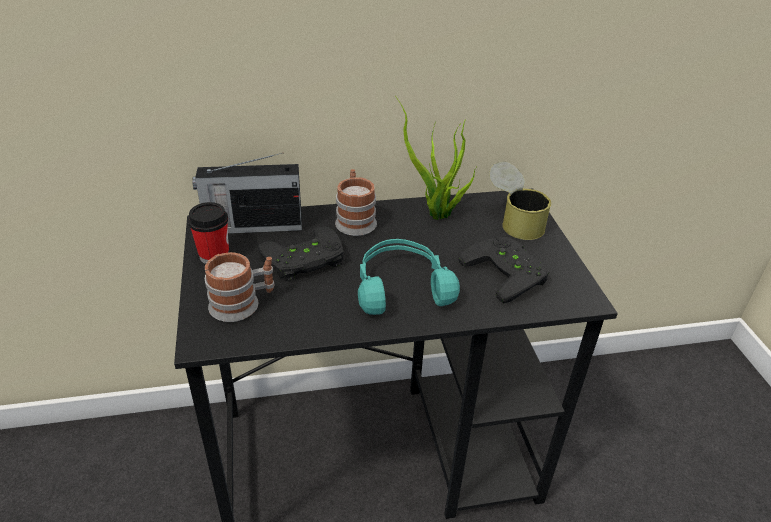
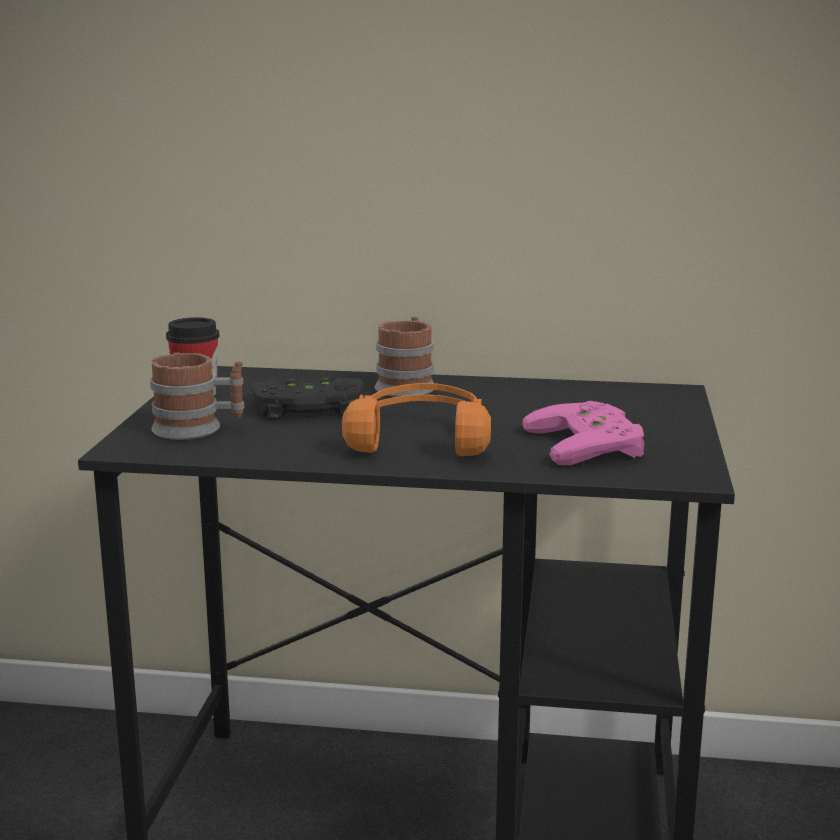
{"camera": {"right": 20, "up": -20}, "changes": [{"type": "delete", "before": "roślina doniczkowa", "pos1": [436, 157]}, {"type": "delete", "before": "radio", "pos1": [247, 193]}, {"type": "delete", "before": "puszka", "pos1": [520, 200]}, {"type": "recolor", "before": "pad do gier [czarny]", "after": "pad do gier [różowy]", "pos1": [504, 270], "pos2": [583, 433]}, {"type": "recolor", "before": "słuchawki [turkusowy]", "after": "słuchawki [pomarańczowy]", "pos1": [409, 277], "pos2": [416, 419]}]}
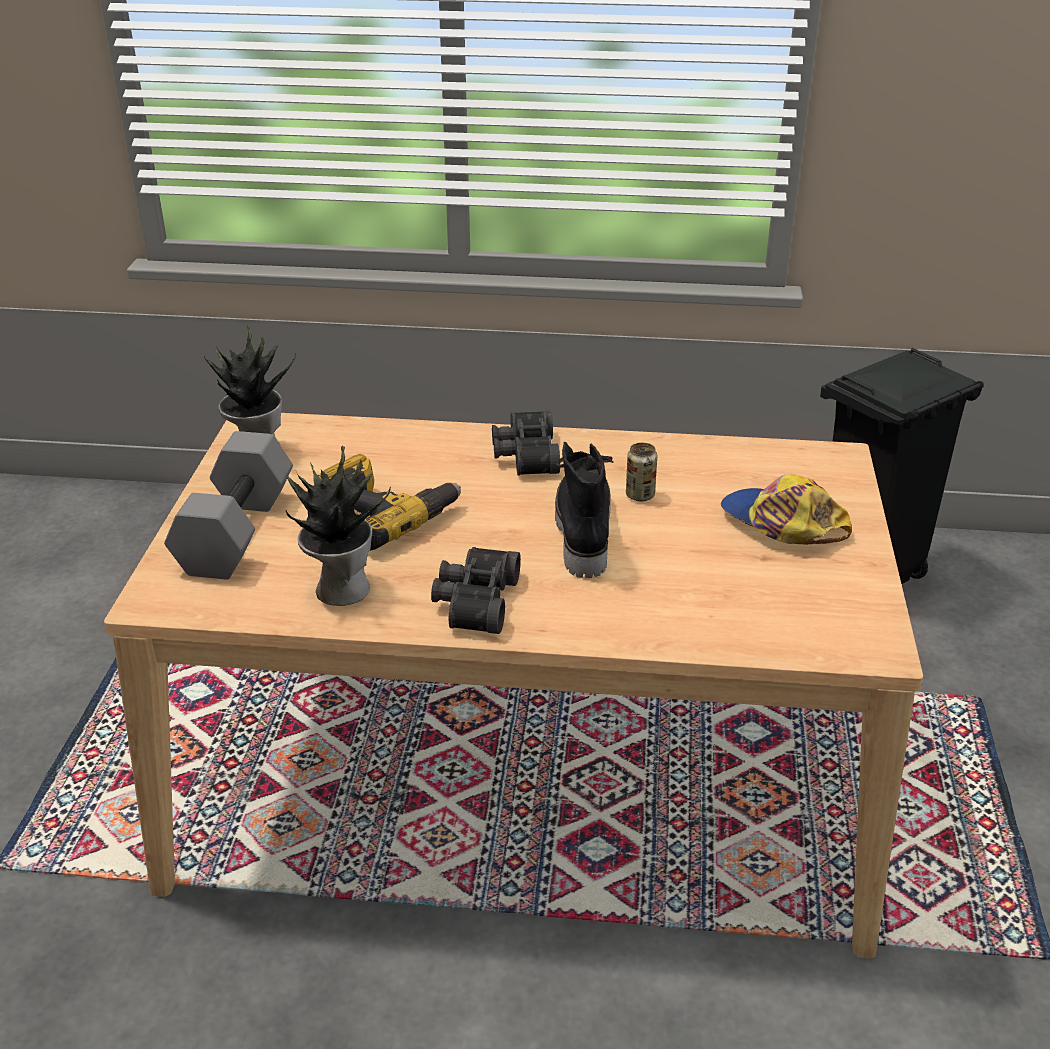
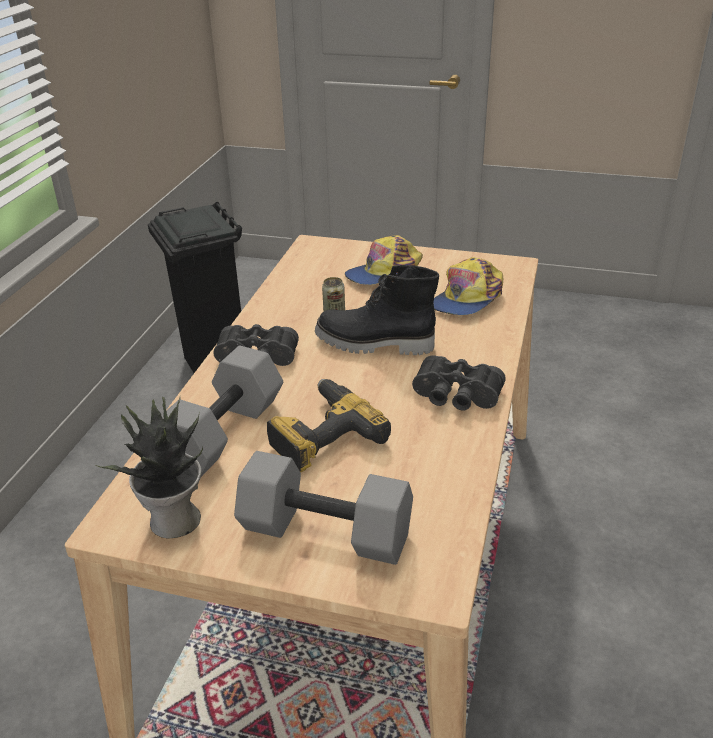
{"camera": {"right": -80, "up": 0}, "changes": [{"type": "delete", "before": "roślina doniczkowa", "pos1": [338, 526]}, {"type": "insert", "after": "czapka z daszkiem", "pos2": [468, 286]}, {"type": "insert", "after": "hantel [szary]", "pos2": [222, 411]}]}
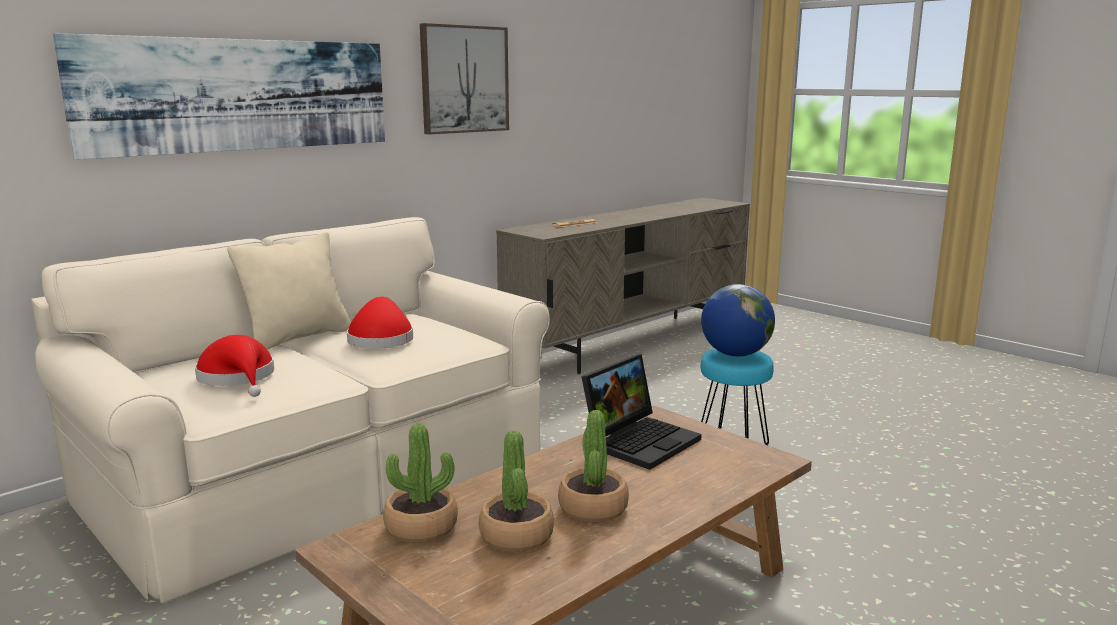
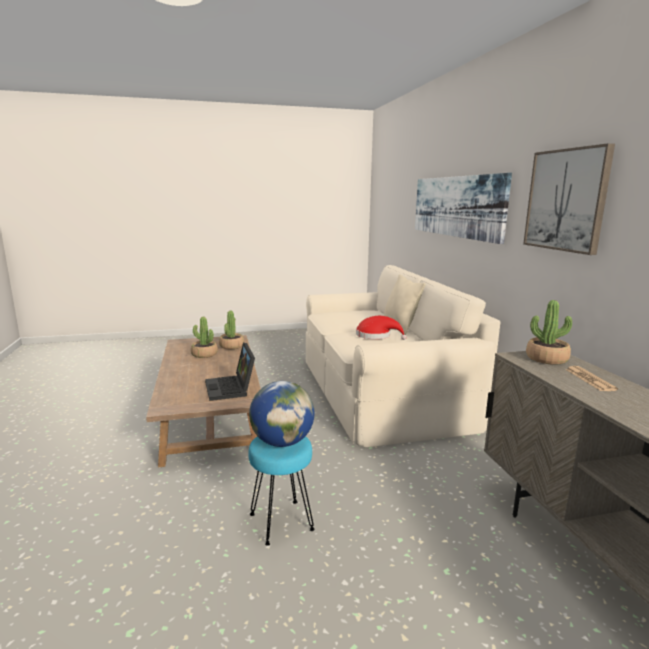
{"camera": {"right": 120, "up": 0}, "changes": [{"type": "delete", "before": "kapelusz [czerwony]", "pos1": [234, 366]}, {"type": "move", "before": "roślina doniczkowa", "pos1": [593, 466], "pos2": [549, 332]}]}
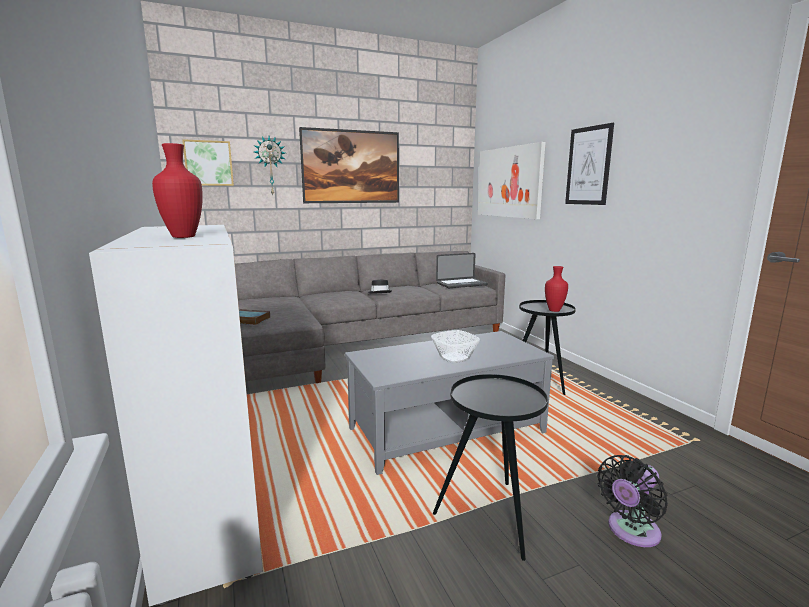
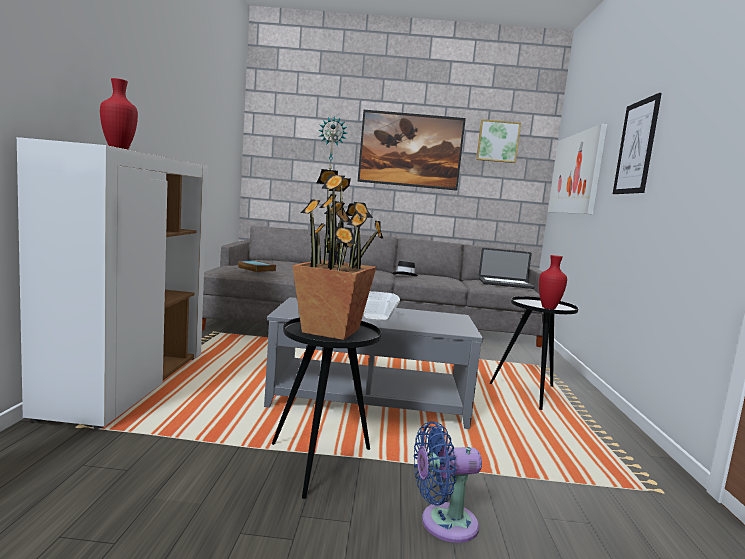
{"camera": {"right": 25, "up": -5}, "changes": [{"type": "move", "before": "obraz", "pos1": [208, 162], "pos2": [498, 141]}, {"type": "recolor", "before": "wentylator [czarny]", "after": "wentylator [niebieski]", "pos1": [632, 501], "pos2": [448, 482]}, {"type": "insert", "after": "roślina doniczkowa", "pos2": [337, 254]}]}
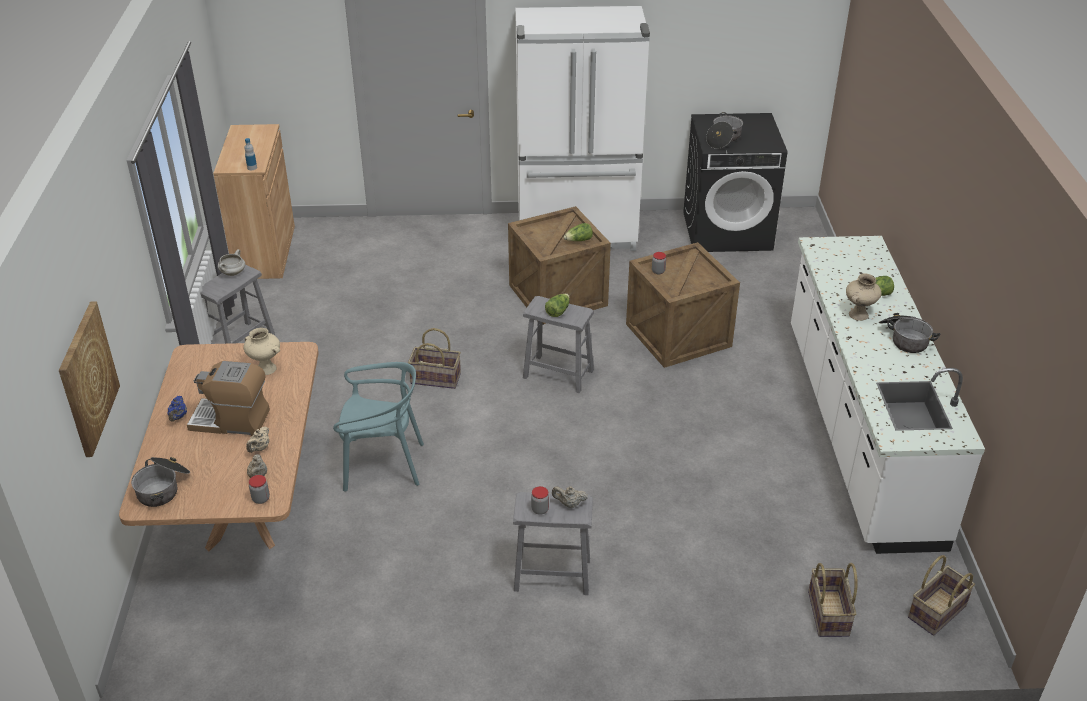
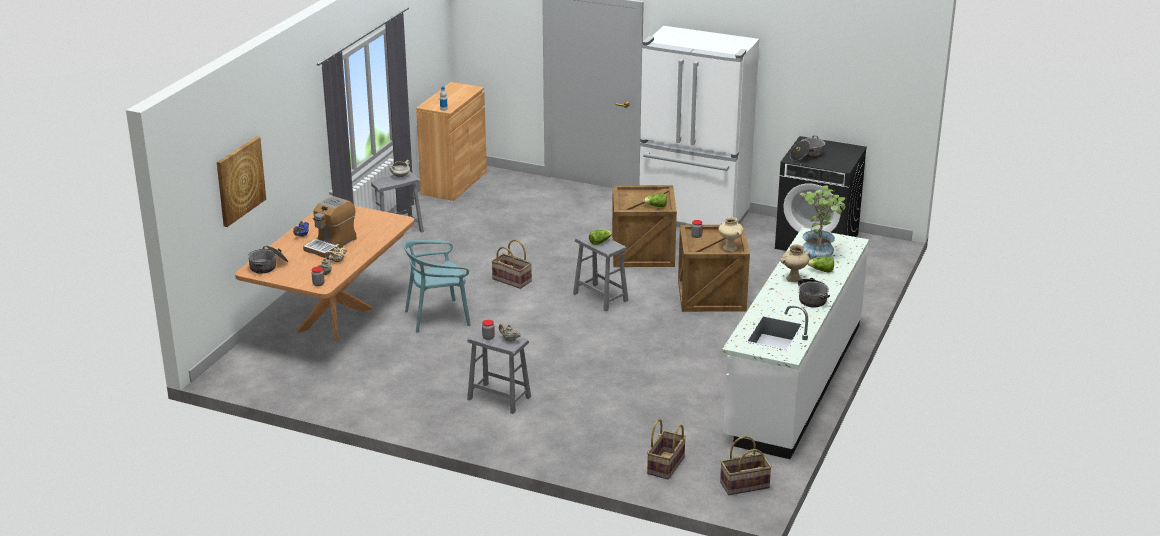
{"camera": {"right": 25, "up": -10}, "changes": [{"type": "move", "before": "wazon [beżowy]", "pos1": [261, 351], "pos2": [730, 234]}, {"type": "rotate", "before": "ekspres do kawy", "pos1": [228, 398], "pos2": [330, 227], "turn": -90}, {"type": "rotate", "before": "krzesło [turkusowy]", "pos1": [378, 426], "pos2": [437, 286], "turn": 135}, {"type": "insert", "after": "roślina doniczkowa", "pos2": [823, 222]}]}
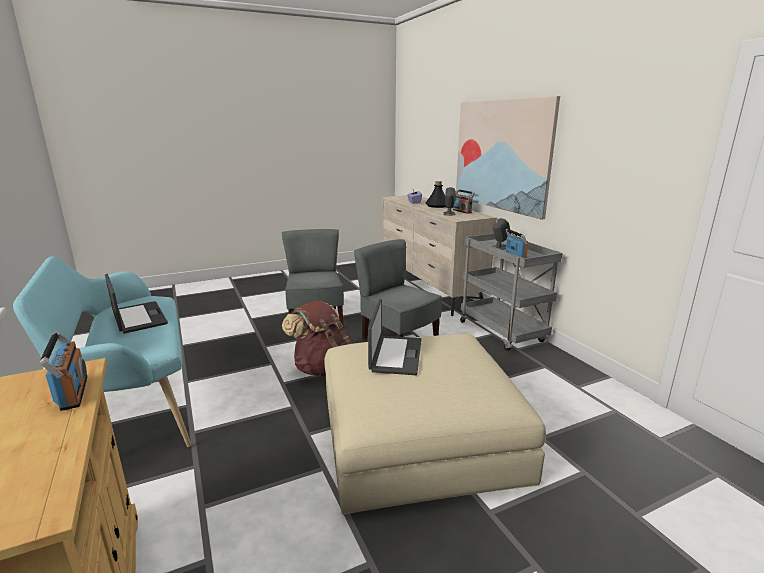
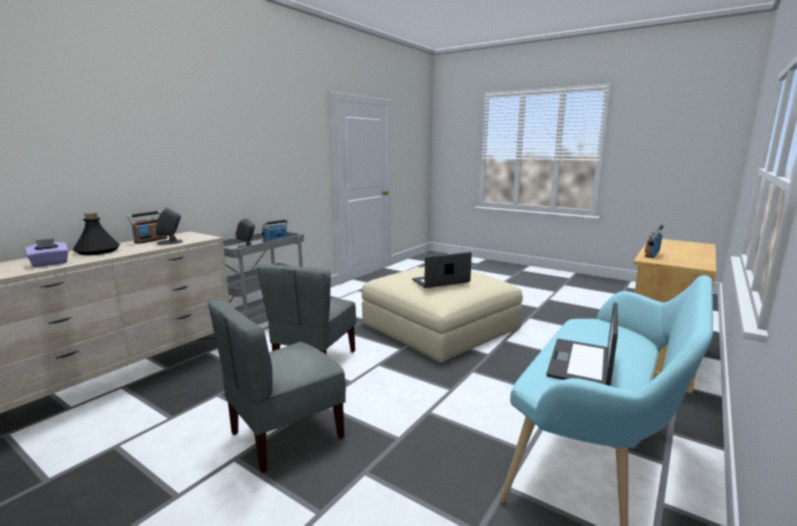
{"camera": {"right": -120, "up": -5}, "changes": [{"type": "delete", "before": "obraz", "pos1": [508, 158]}, {"type": "delete", "before": "plecak [brązowy]", "pos1": [317, 338]}]}
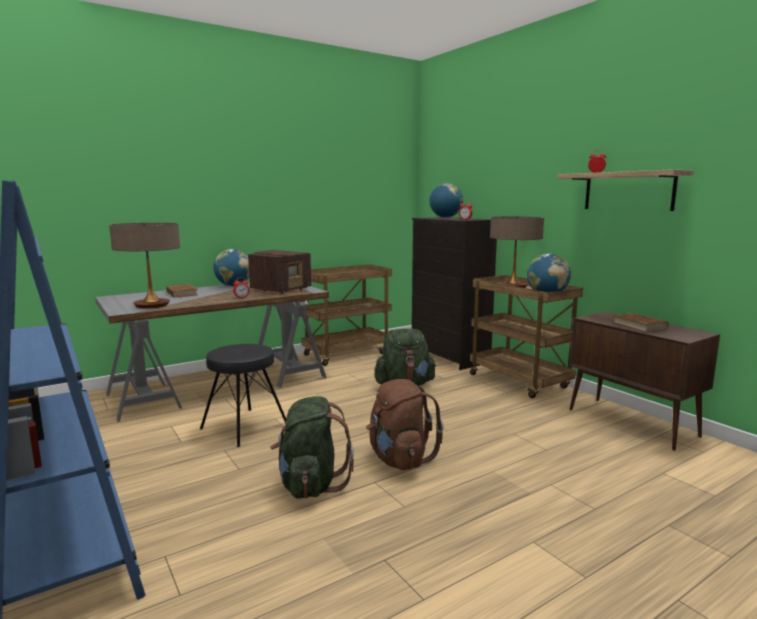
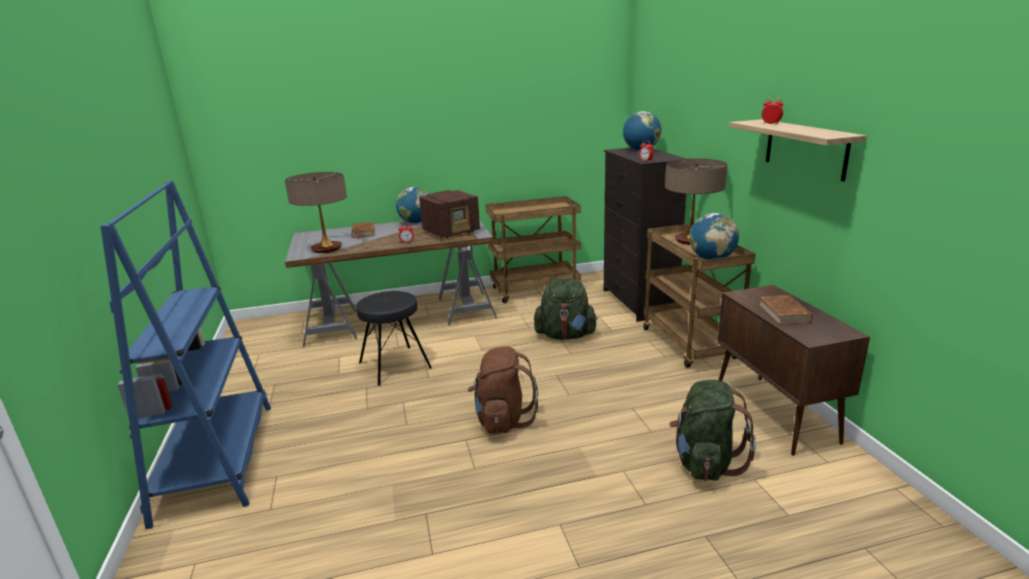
{"camera": {"right": 20, "up": 10}, "changes": [{"type": "move", "before": "plecak [zielony]", "pos1": [312, 447], "pos2": [712, 430]}]}
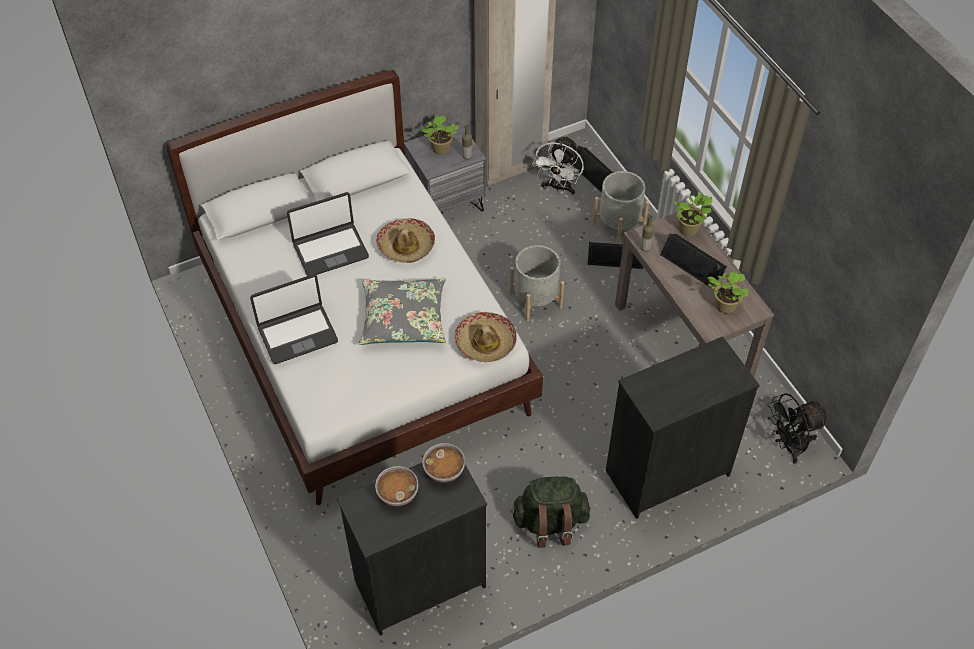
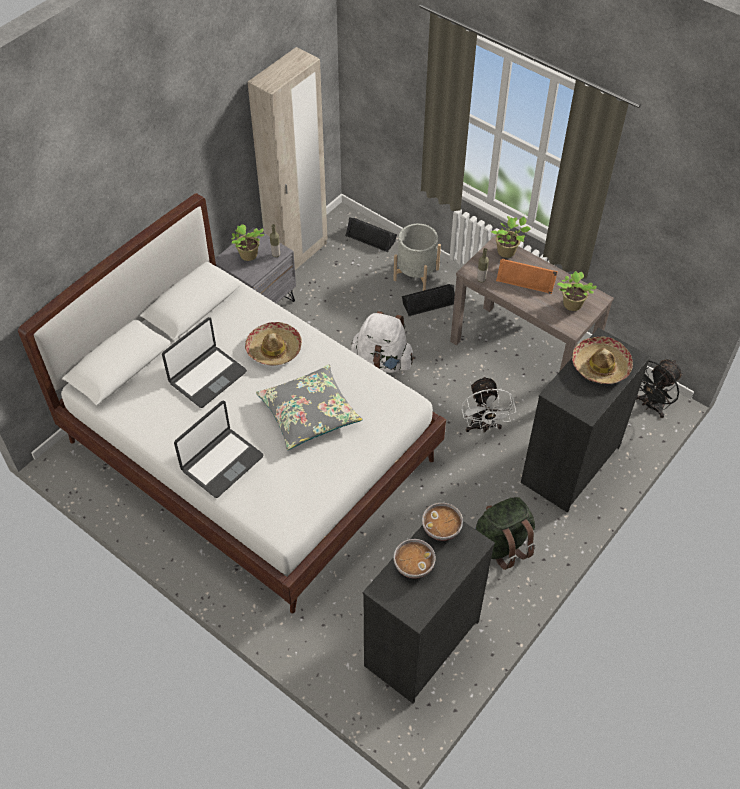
{"camera": {"right": -25, "up": 0}, "changes": [{"type": "move", "before": "wentylator [biały]", "pos1": [558, 164], "pos2": [488, 404]}, {"type": "recolor", "before": "głośnik [czarny]", "after": "głośnik [pomarańczowy]", "pos1": [693, 260], "pos2": [527, 276]}, {"type": "replace", "before": "donica [szary]", "after": "plecak [biały]", "pos1": [537, 283], "pos2": [383, 342]}, {"type": "move", "before": "kapelusz", "pos1": [485, 337], "pos2": [602, 360]}]}
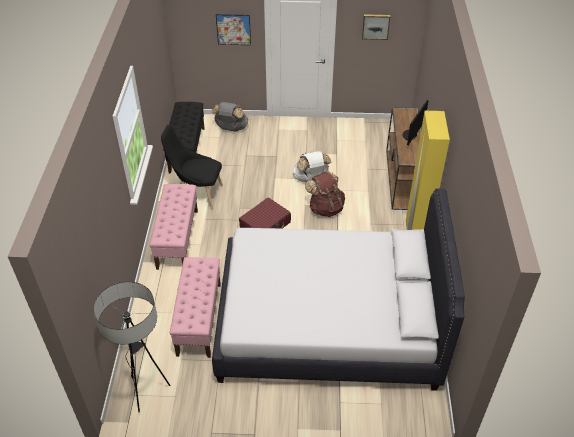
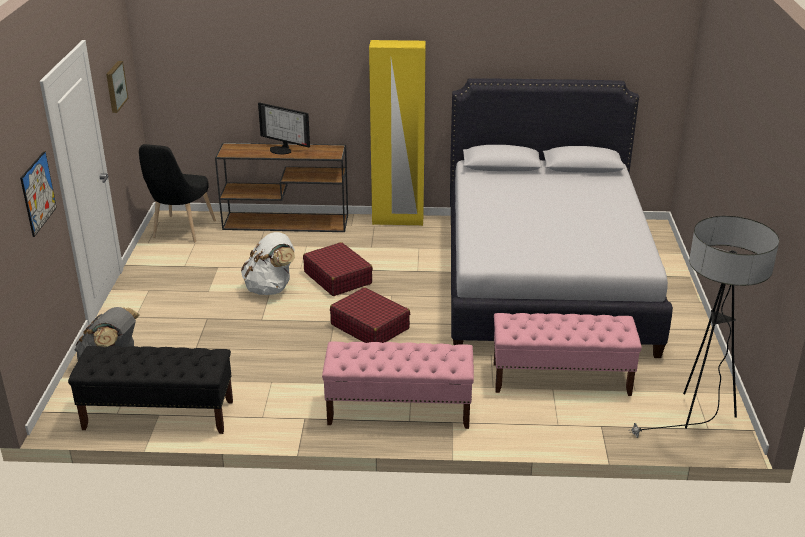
{"camera": {"right": -90, "up": -15}, "changes": [{"type": "move", "before": "krzesło [czarny]", "pos1": [192, 167], "pos2": [177, 193]}, {"type": "replace", "before": "plecak [brązowy]", "after": "walizka [czerwony]", "pos1": [325, 194], "pos2": [338, 269]}]}
